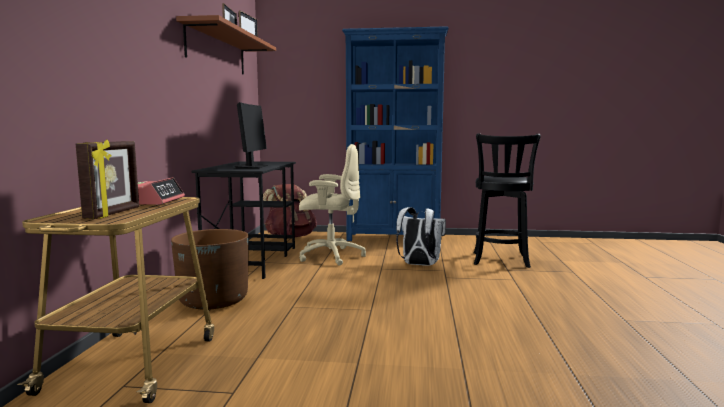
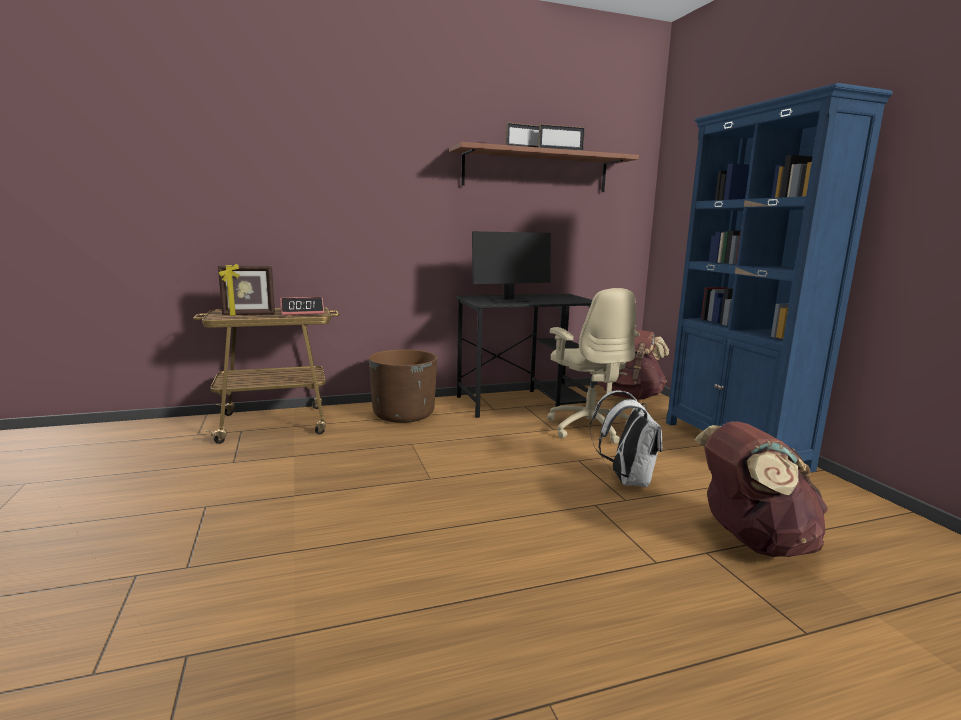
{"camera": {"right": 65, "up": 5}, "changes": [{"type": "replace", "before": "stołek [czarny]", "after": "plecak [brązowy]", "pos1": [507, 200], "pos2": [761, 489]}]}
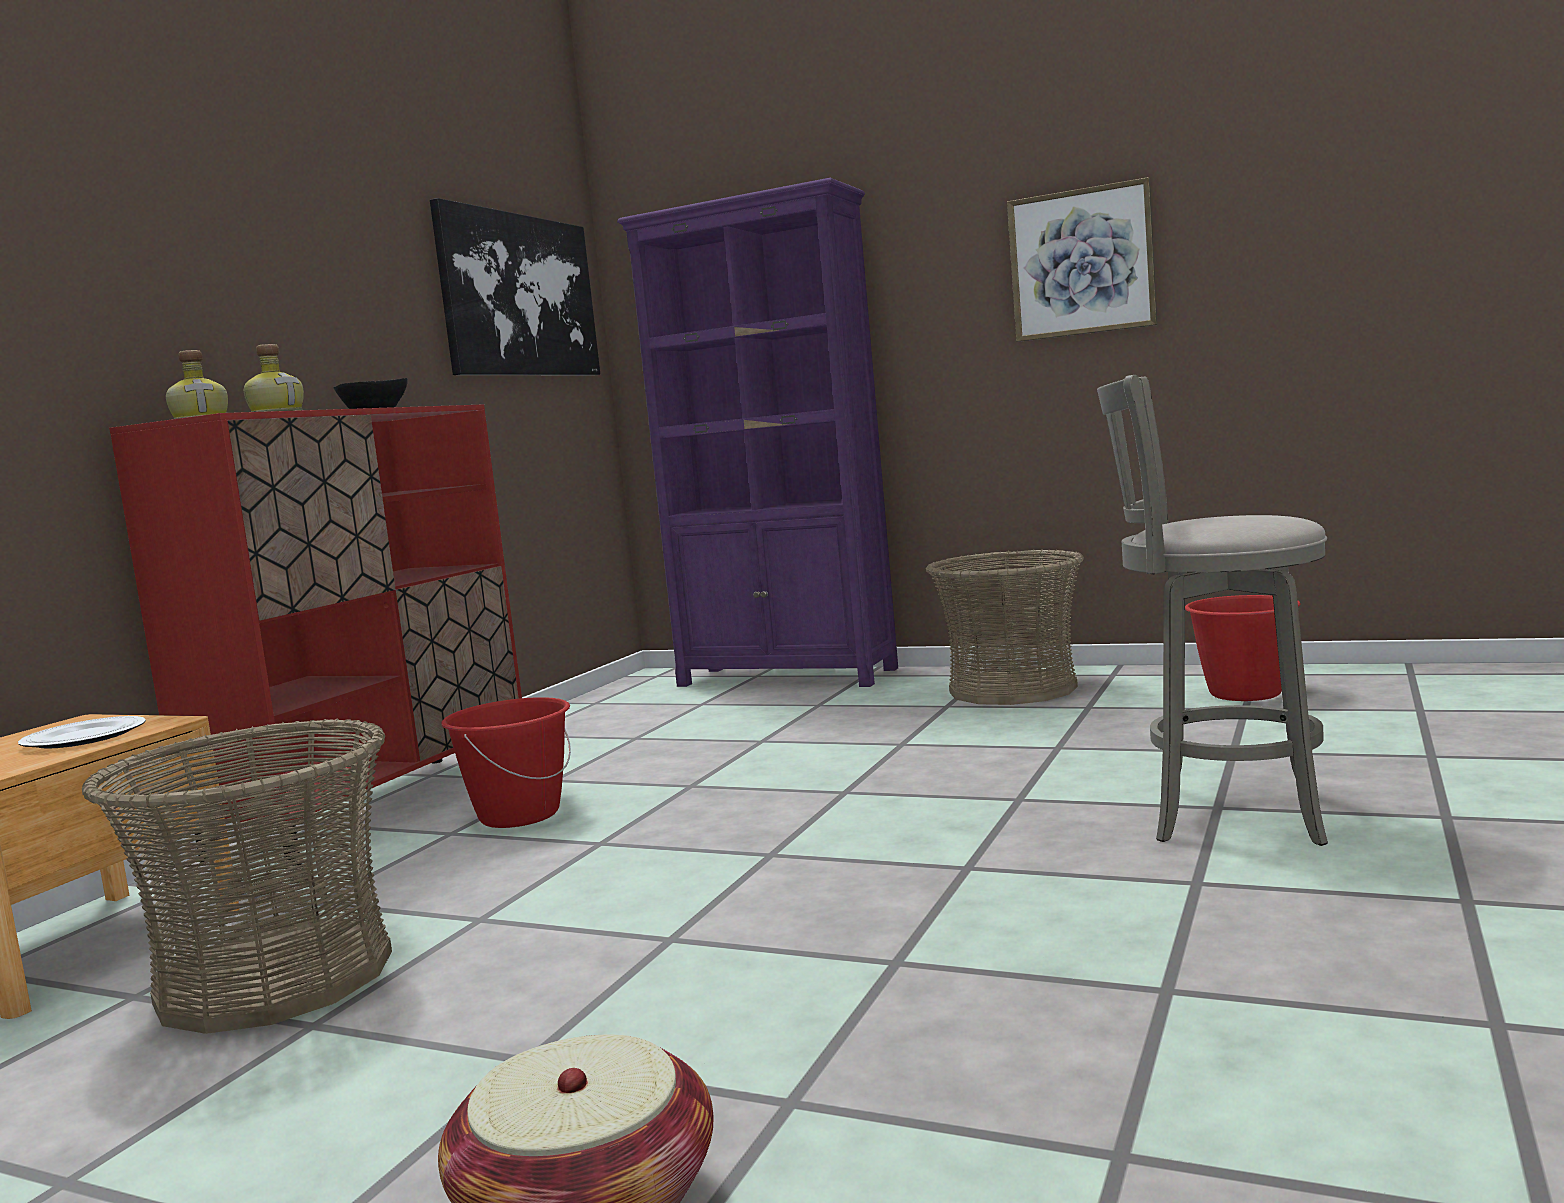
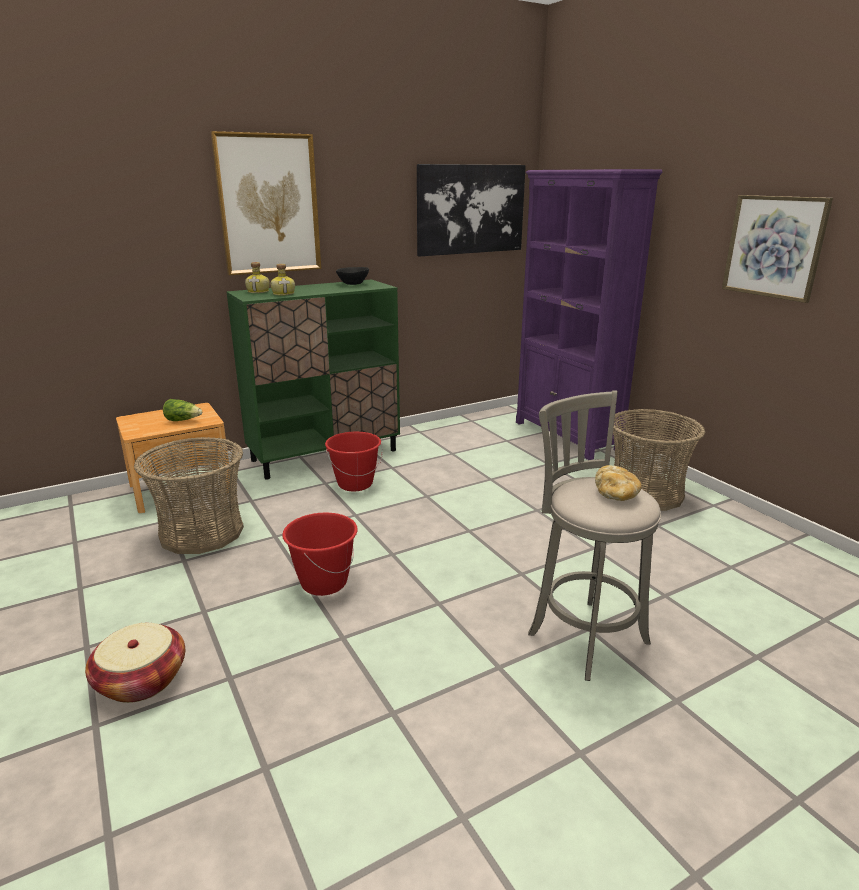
{"camera": {"right": 35, "up": 15}, "changes": [{"type": "recolor", "before": "szafka [czerwony]", "after": "szafka [zielony]", "pos1": [315, 635], "pos2": [313, 379]}, {"type": "move", "before": "wiadro [czerwony]", "pos1": [1242, 648], "pos2": [320, 554]}, {"type": "replace", "before": "talerz", "after": "sałata", "pos1": [82, 732], "pos2": [182, 410]}, {"type": "insert", "after": "obraz", "pos2": [266, 203]}, {"type": "insert", "after": "chleb", "pos2": [618, 483]}]}
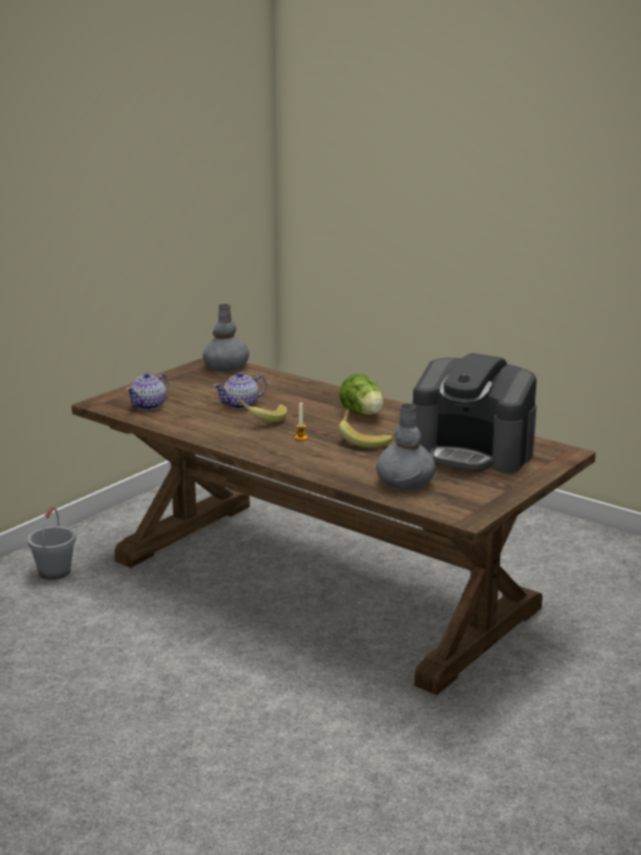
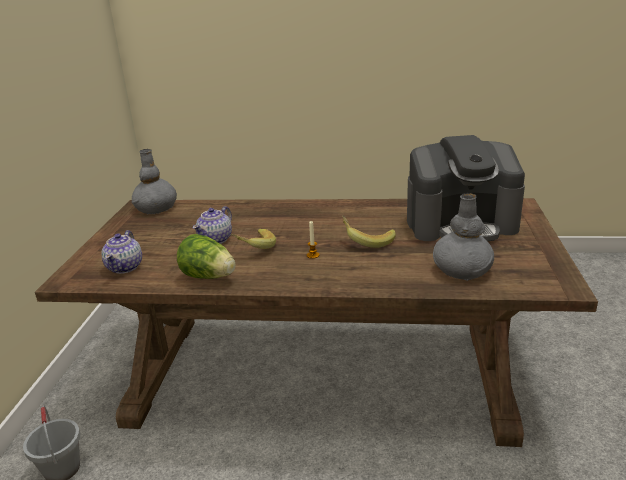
{"camera": {"right": -30, "up": 5}, "changes": [{"type": "move", "before": "sałata", "pos1": [361, 394], "pos2": [206, 256]}]}
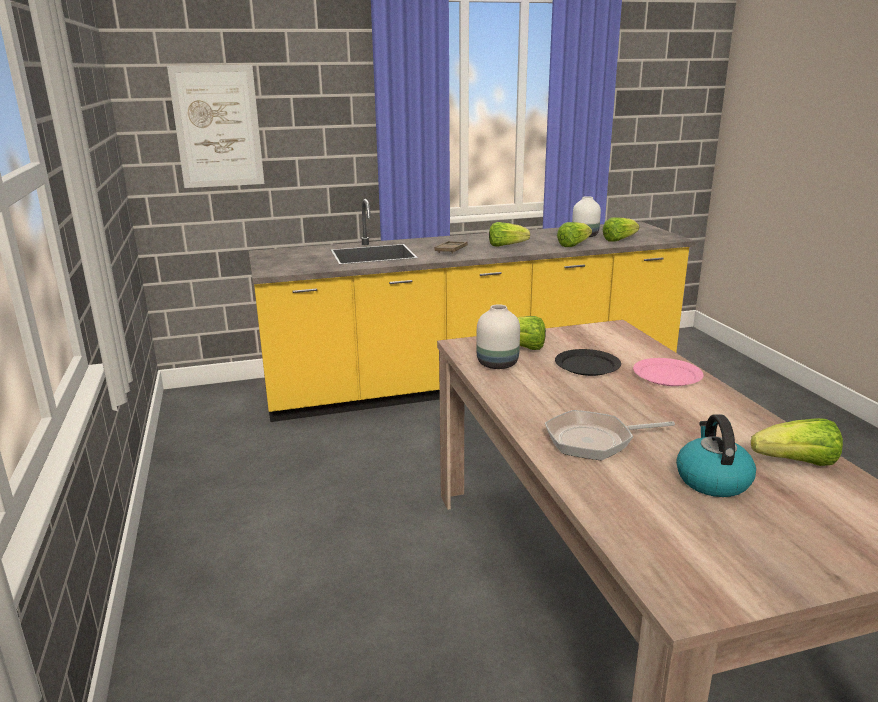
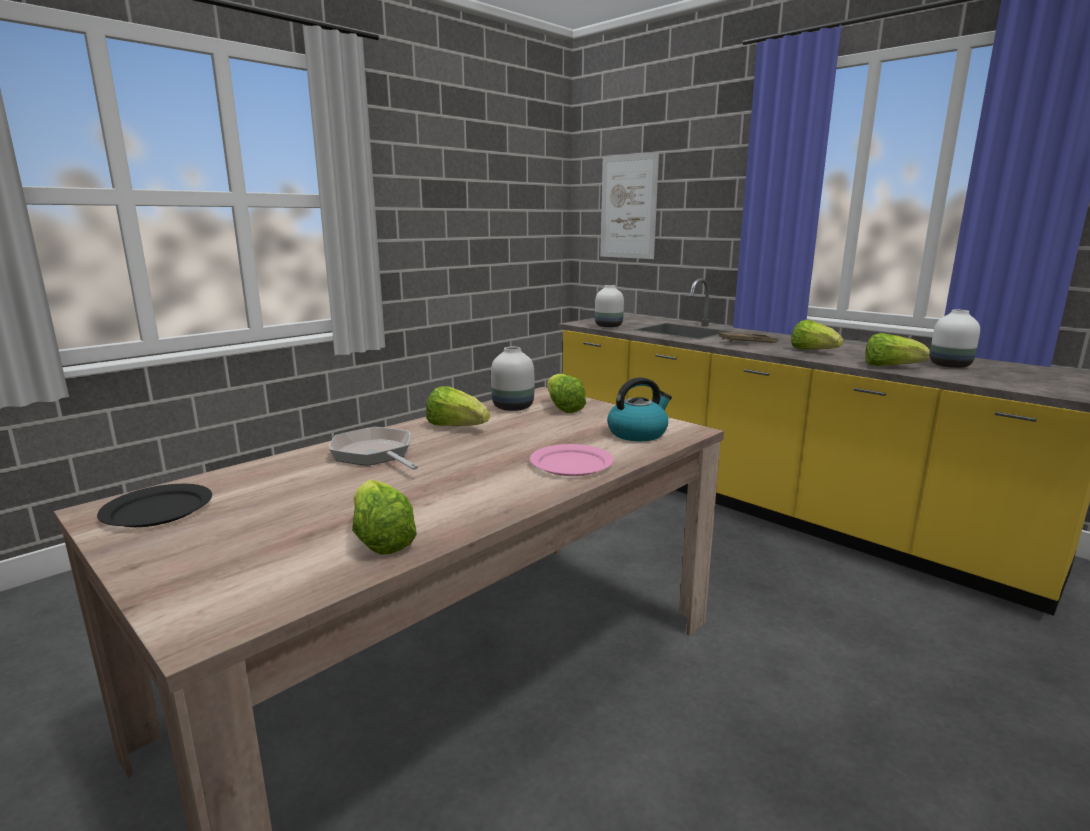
{"camera": {"right": 60, "up": -5}, "changes": [{"type": "move", "before": "sałata", "pos1": [621, 229], "pos2": [458, 406]}, {"type": "move", "before": "talerz [czarny]", "pos1": [588, 362], "pos2": [154, 505]}, {"type": "move", "before": "czajnik", "pos1": [716, 455], "pos2": [639, 409]}, {"type": "insert", "after": "wazon [biały]", "pos2": [609, 306]}]}
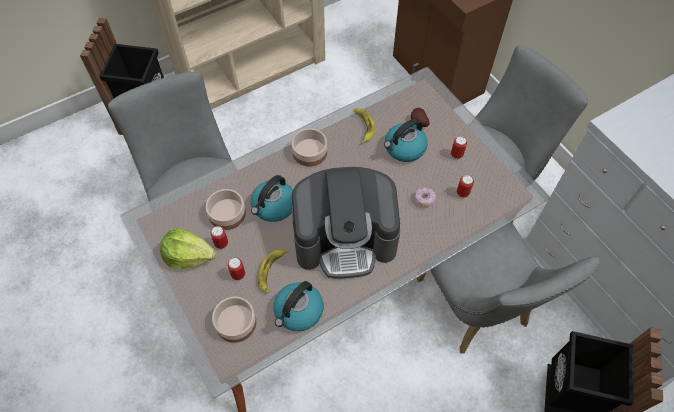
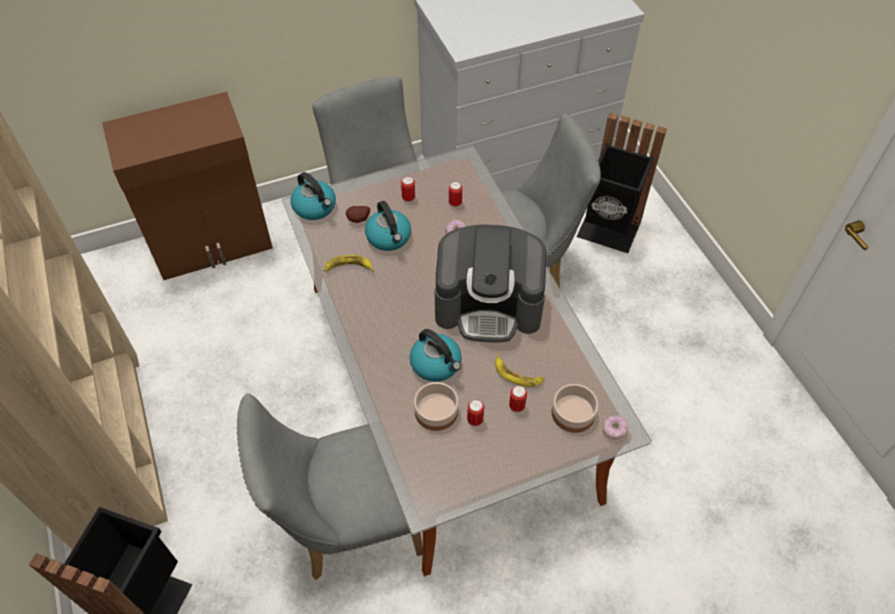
{"camera": {"right": -80, "up": -5}, "changes": [{"type": "delete", "before": "miska", "pos1": [309, 147]}, {"type": "rotate", "before": "ekspres do kawy", "pos1": [346, 222], "pos2": [490, 283], "turn": 90}, {"type": "delete", "before": "sałata", "pos1": [188, 248]}, {"type": "move", "before": "czajnik", "pos1": [298, 306], "pos2": [313, 196]}, {"type": "insert", "after": "donut", "pos2": [615, 427]}]}
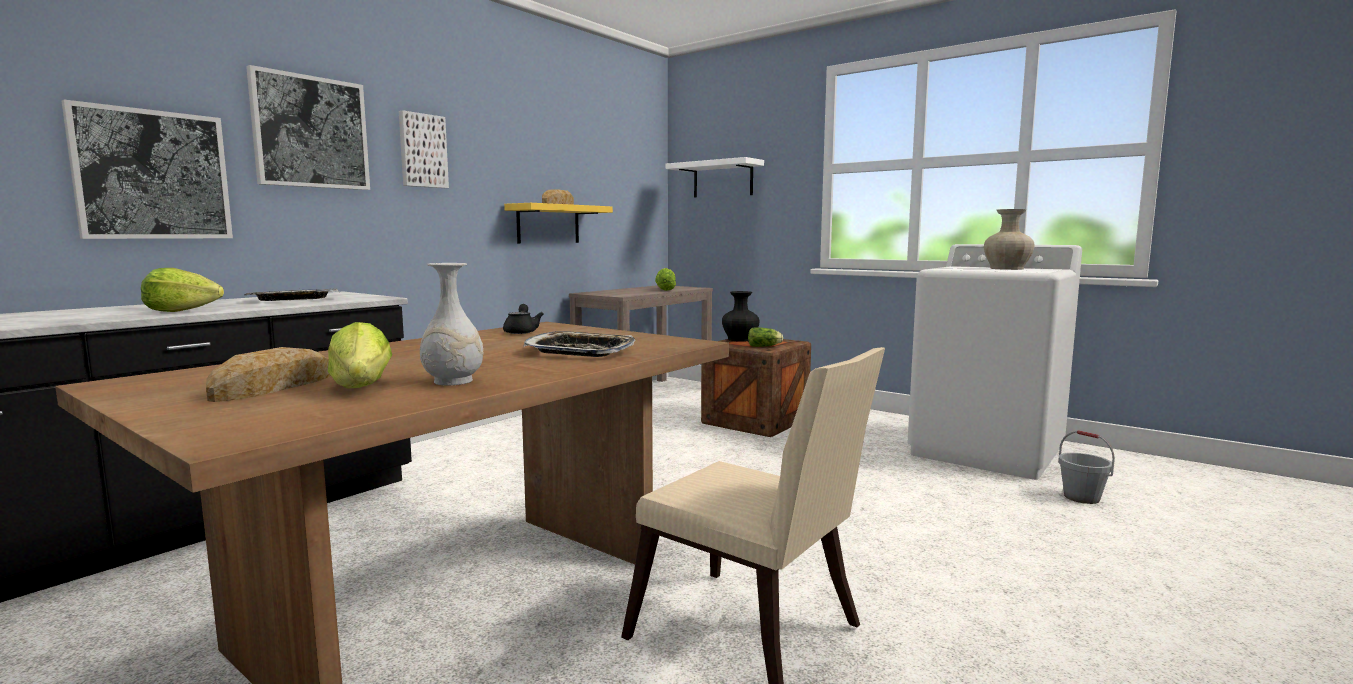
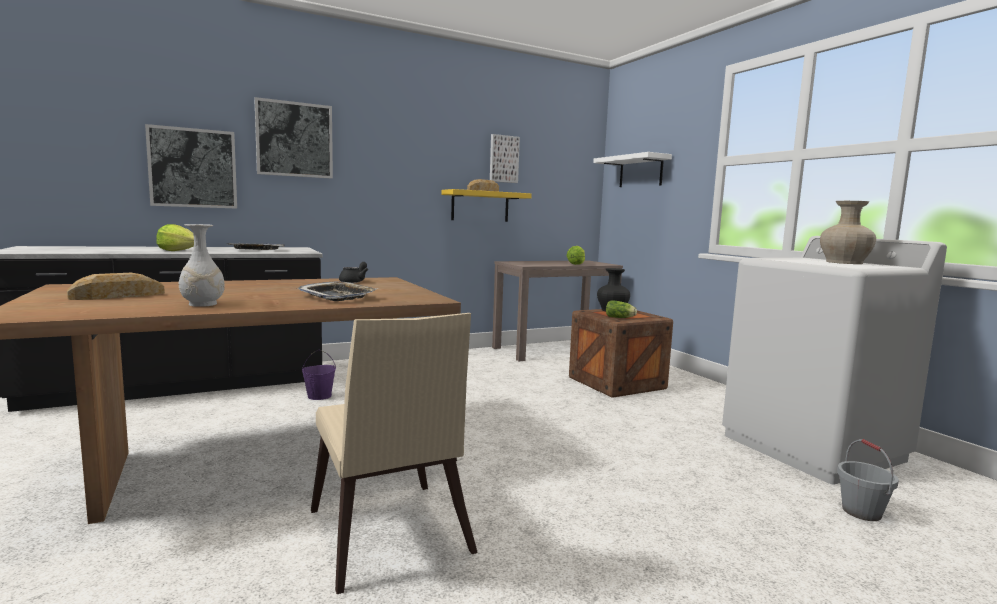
{"camera": {"right": 25, "up": 0}, "changes": [{"type": "move", "before": "obraz", "pos1": [424, 149], "pos2": [505, 158]}, {"type": "delete", "before": "sałata", "pos1": [360, 355]}, {"type": "insert", "after": "wiadro [fioletowy]", "pos2": [319, 375]}]}
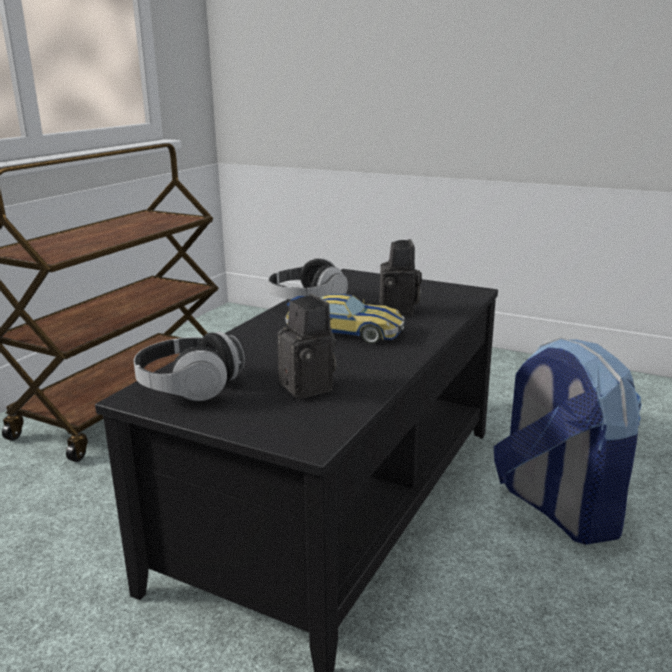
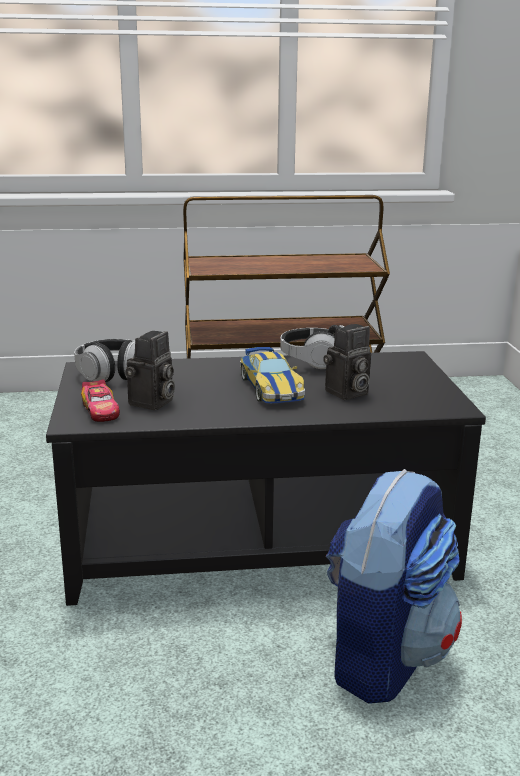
{"camera": {"right": 55, "up": 0}, "changes": [{"type": "insert", "after": "samochodzik", "pos2": [100, 400]}]}
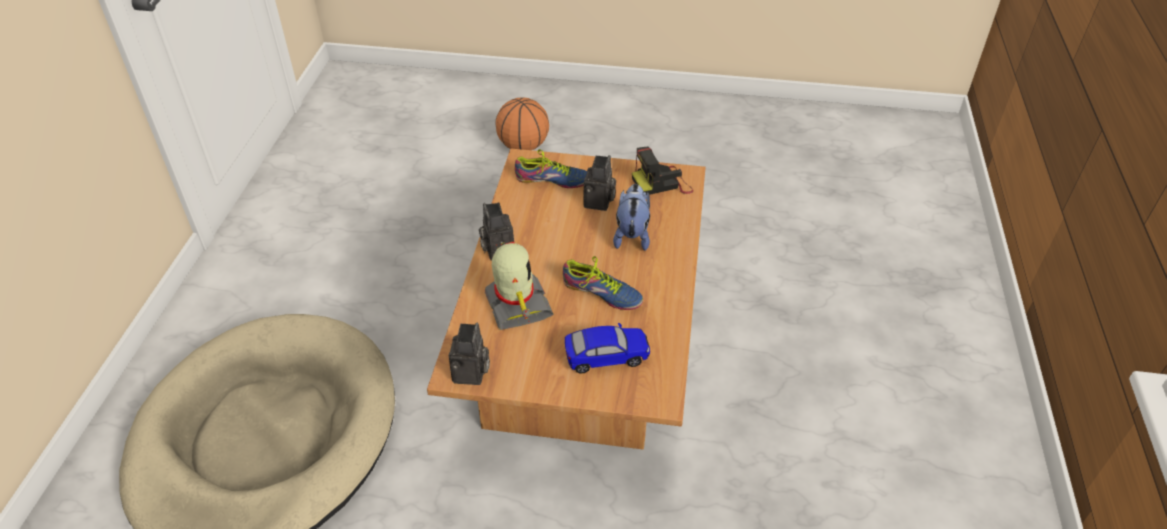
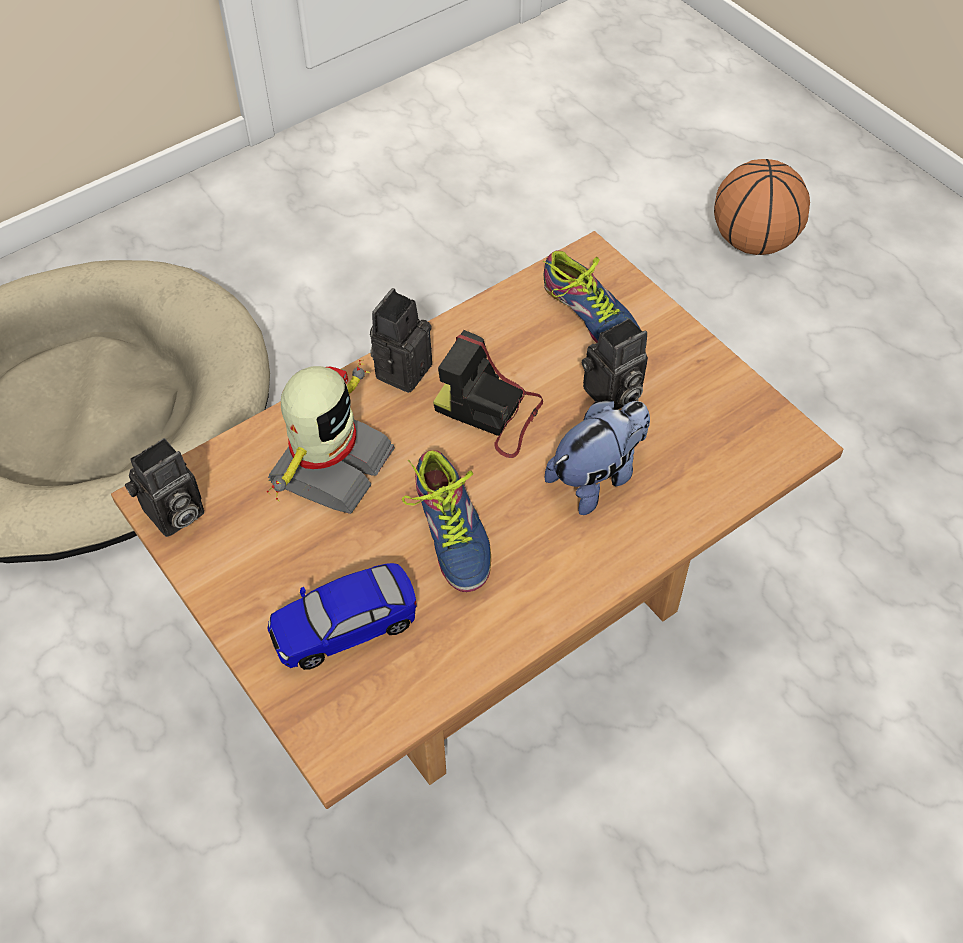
{"camera": {"right": 45, "up": 10}, "changes": [{"type": "move", "before": "aparat fotograficzny", "pos1": [662, 171], "pos2": [488, 394]}, {"type": "rotate", "before": "samochodzik", "pos1": [607, 348], "pos2": [342, 616], "turn": 120}]}
